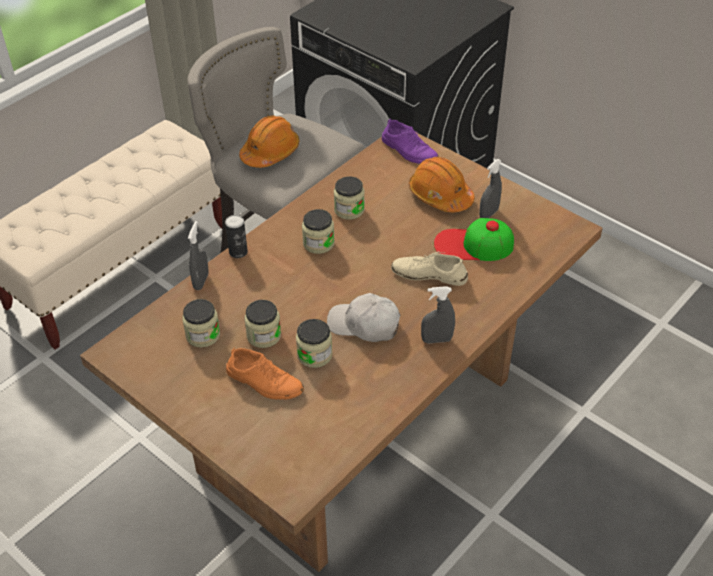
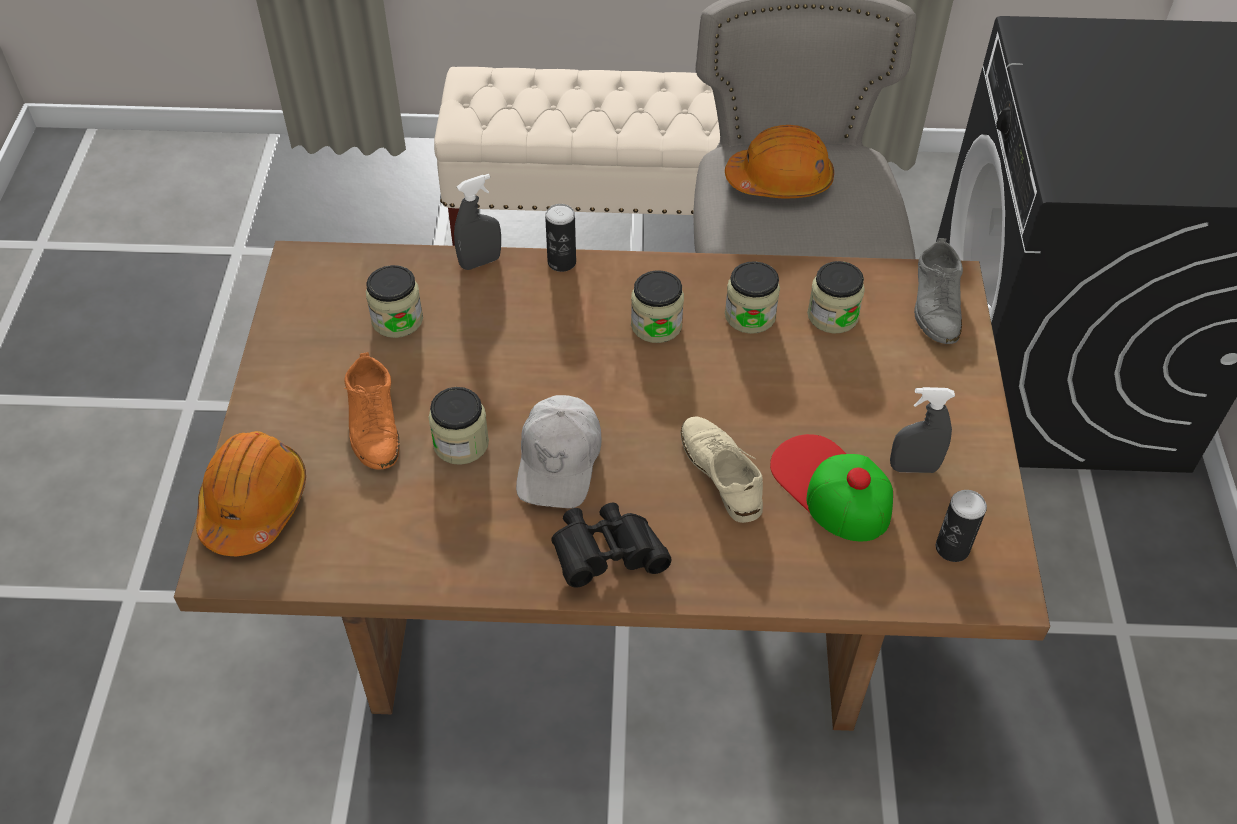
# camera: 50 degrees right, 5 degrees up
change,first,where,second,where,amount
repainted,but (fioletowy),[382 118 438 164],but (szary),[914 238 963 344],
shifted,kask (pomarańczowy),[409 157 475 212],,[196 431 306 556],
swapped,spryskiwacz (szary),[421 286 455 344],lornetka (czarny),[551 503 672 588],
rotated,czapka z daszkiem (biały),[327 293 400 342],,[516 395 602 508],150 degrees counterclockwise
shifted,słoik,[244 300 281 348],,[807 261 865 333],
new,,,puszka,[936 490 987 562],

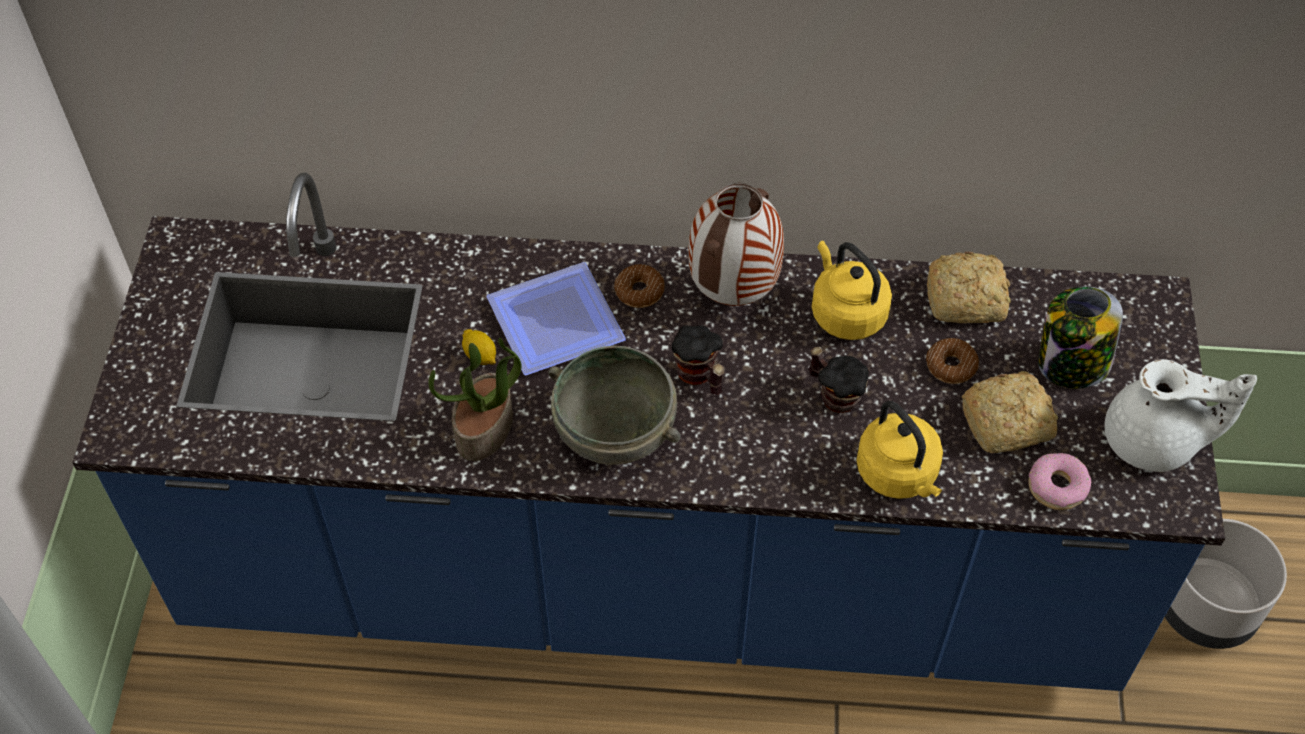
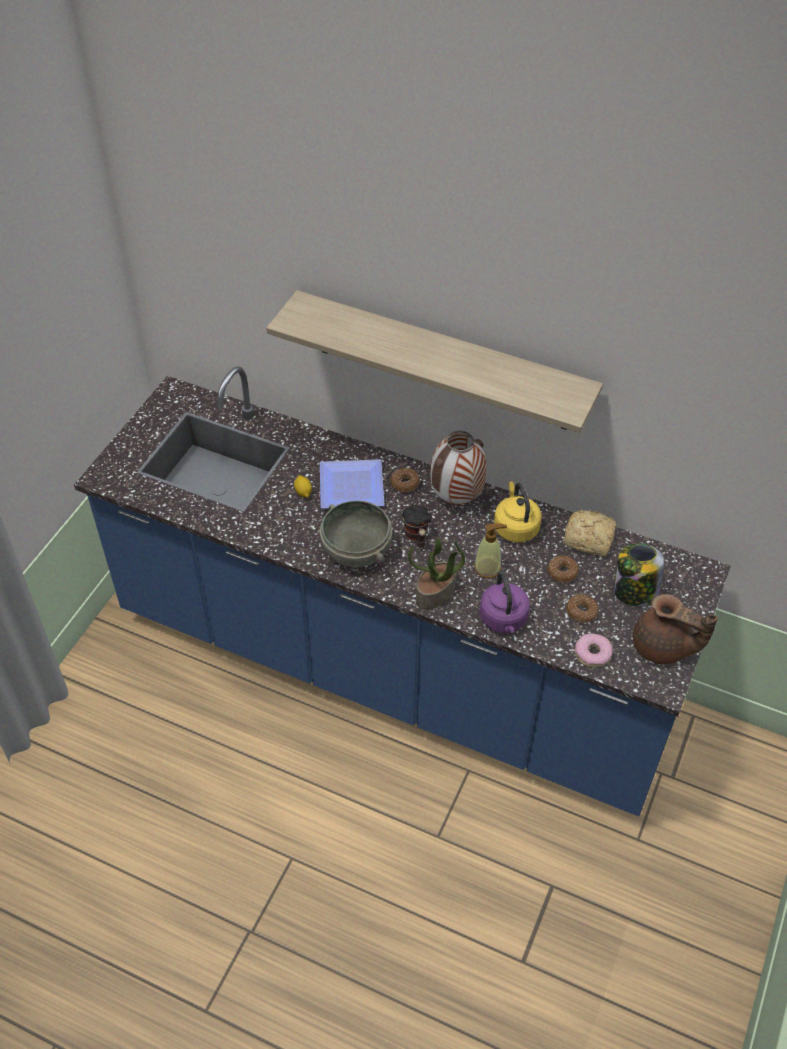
# camera: 20 degrees right, 5 degrees down
change,first,where,second,where,amount
shifted,roślina doniczkowa,[428 338 522 461],,[408 538 465 609],
swapped,kubek,[808 347 869 413],dozownik mydła,[474 523 507 578],
repainted,imbryk (biały),[1105 359 1257 472],imbryk (brązowy),[633 594 718 665],
swapped,chleb,[962 371 1058 453],donut,[566 594 599 623],
repainted,czajnik (żółty),[856 401 943 499],czajnik (fioletowy),[479 571 530 634],
gone,donica (szary),[1165 519 1287 649],,,
new,,,półka,[266 290 603 433],

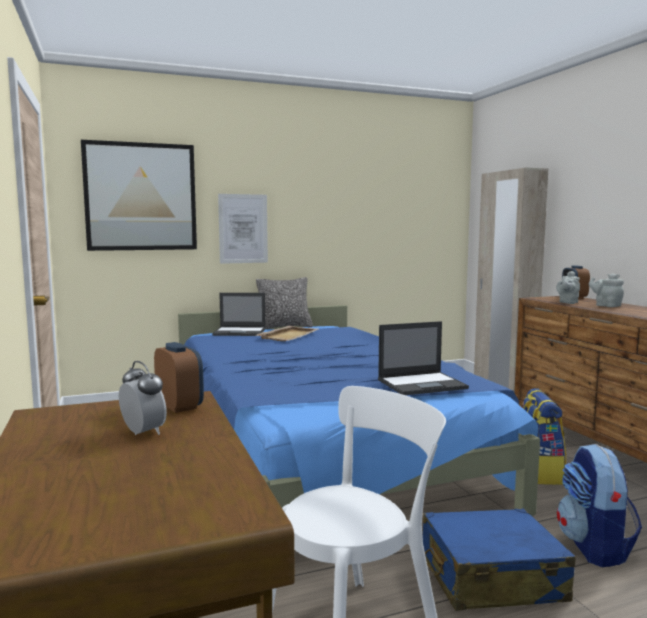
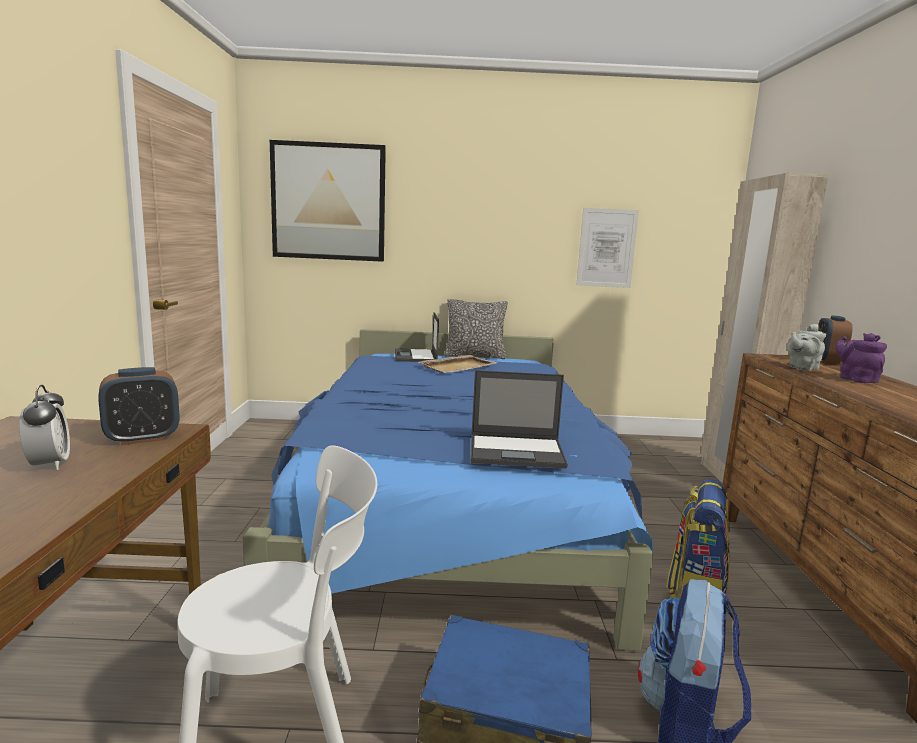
# camera: 20 degrees right, 5 degrees up
change,first,where,second,where,amount
shifted,obraz,[218 194 268 264],,[576 208 639 288],
repainted,imbryk (szary),[589 273 624 307],imbryk (fioletowy),[835 333 887 383],
rotated,laptop,[212 293 266 336],,[395 312 439 362],60 degrees clockwise
rotated,budzik,[154 342 204 413],,[98 367 180 445],75 degrees clockwise

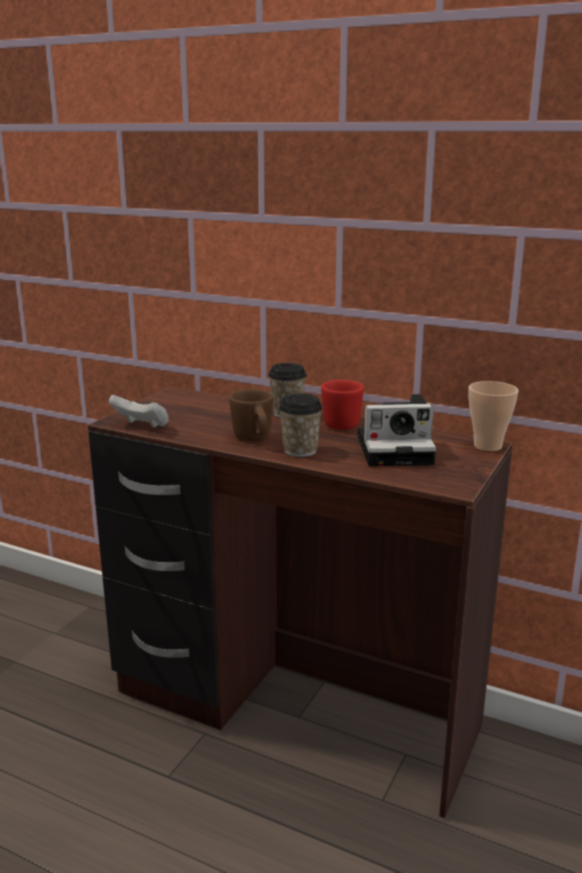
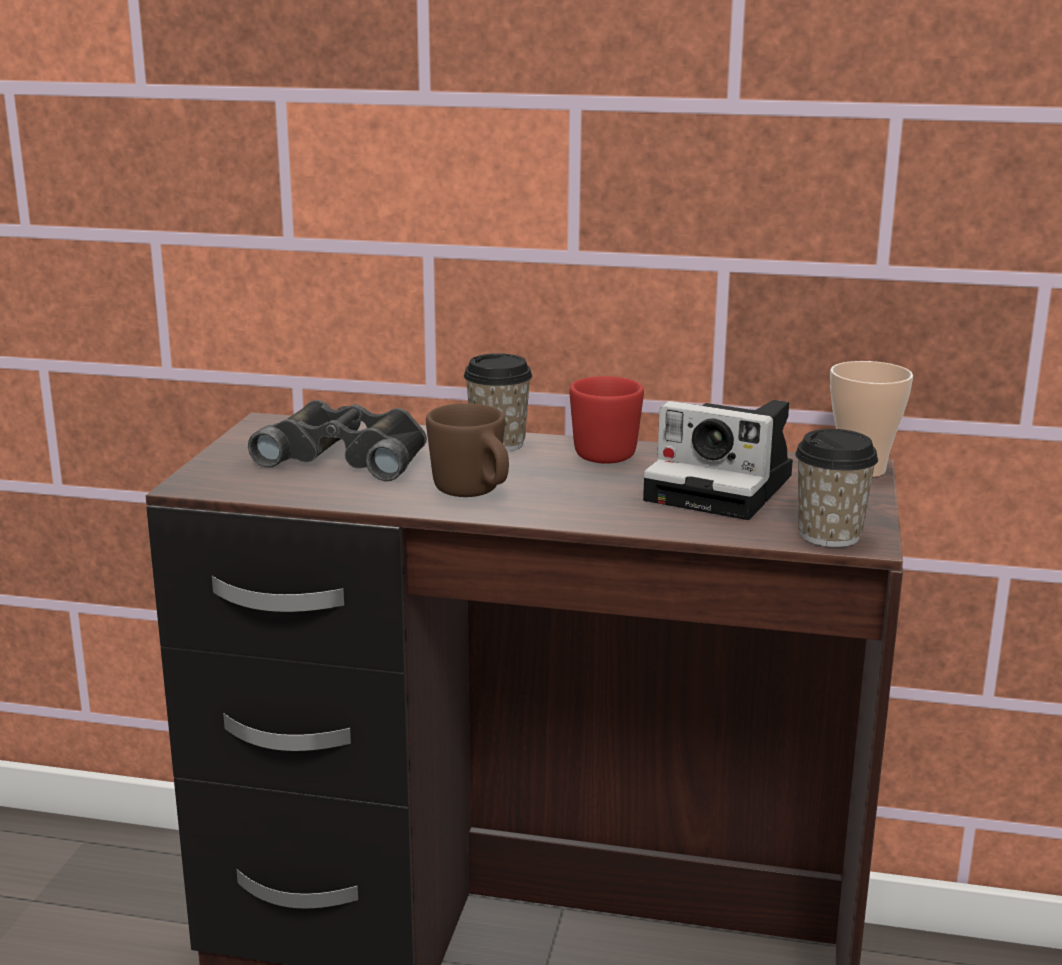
# camera: 15 degrees left, 0 degrees up
change,first,where,second,where,amount
shifted,filiżanka,[279 393 323 457],,[795 429 878 547],
rotated,aparat fotograficzny,[358 394 436 466],,[643 400 793 520],45 degrees clockwise
gone,pad do gier (biały),[108 395 169 428],,,
new,,,lornetka (czarny),[248 400 427 481],

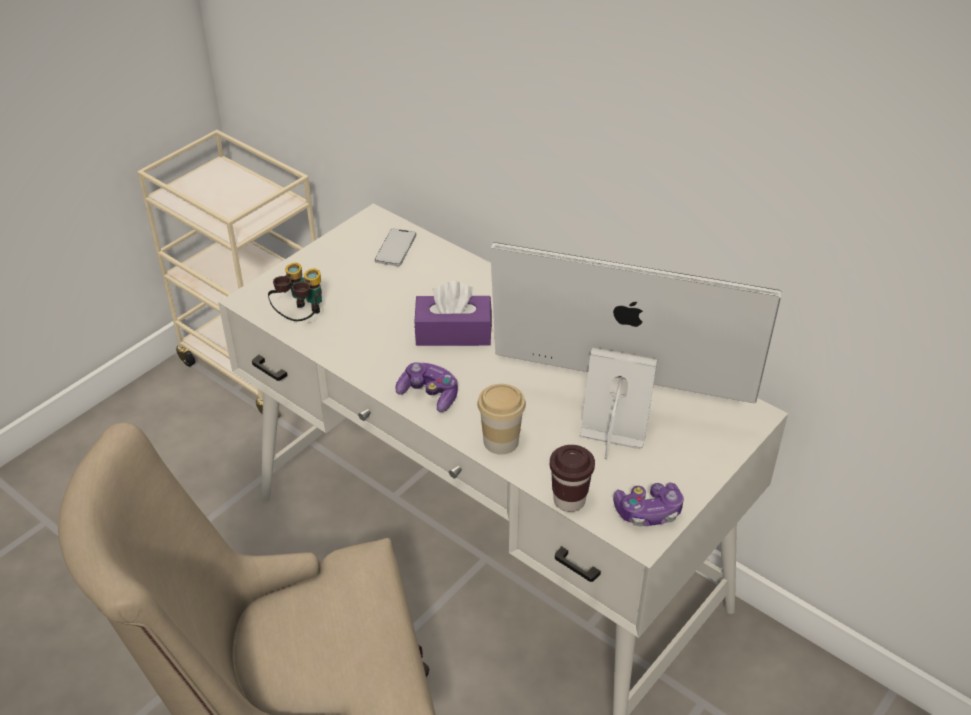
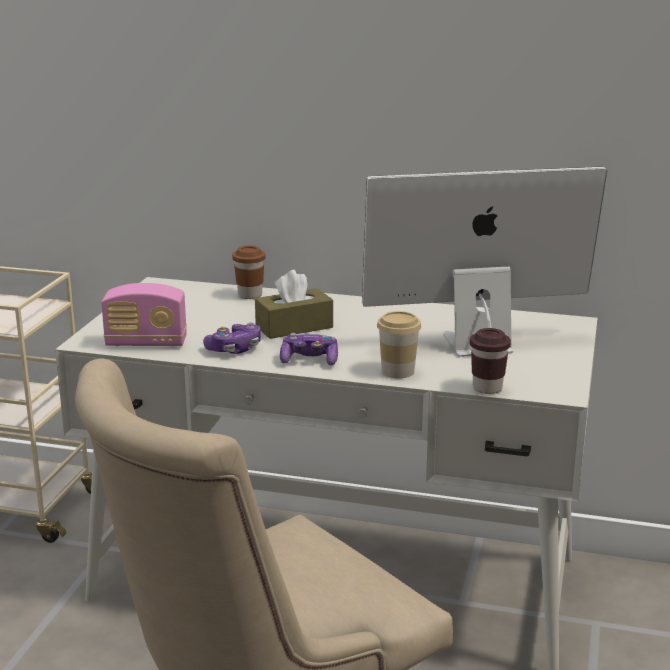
# camera: 25 degrees left, 20 degrees down
change,first,where,second,where,amount
gone,telefon,[375 228 416 266],,,
swapped,lornetka,[268 263 322 321],radio,[101 283 187 346],
repainted,pudełko chusteczek (fioletowy),[414 281 492 346],pudełko chusteczek (brązowy),[255 270 333 339],
shifted,pad do gier,[613 482 684 527],,[203 322 261 354],
new,,,filiżanka (brązowy),[232 245 266 299],

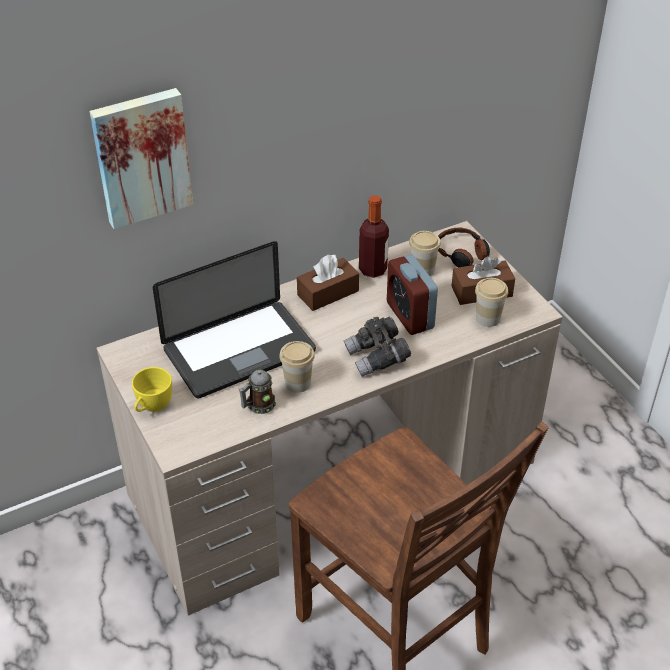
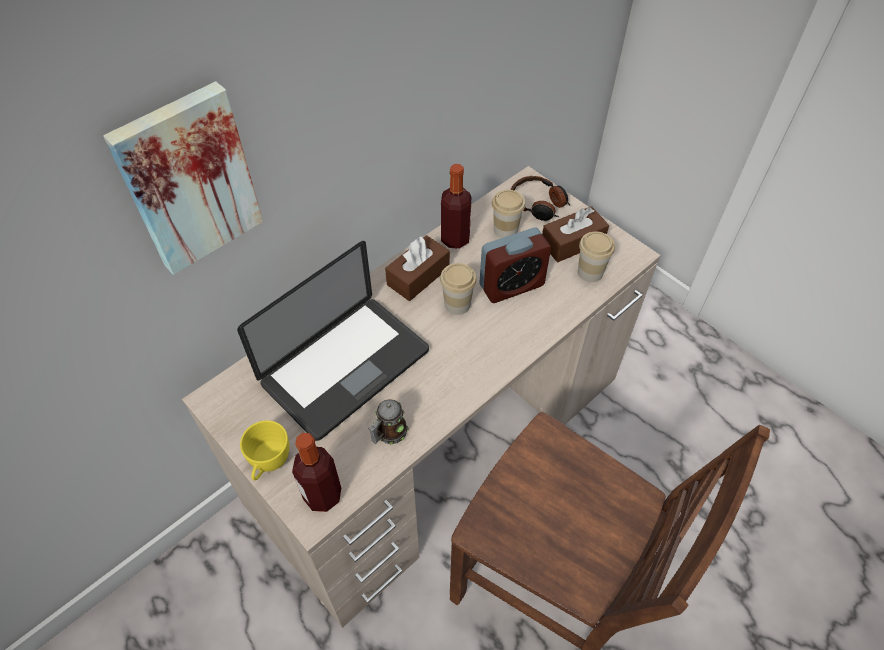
# camera: 15 degrees left, 10 degrees up
change,first,where,second,where,amount
rotated,budzik,[387 254 438 335],,[480 227 551 303],75 degrees counterclockwise
gone,lornetka (szary),[344 316 411 377],,,
shifted,filiżanka,[279 341 315 393],,[440 263 477 315],
new,,,butelka,[292 433 341 512],

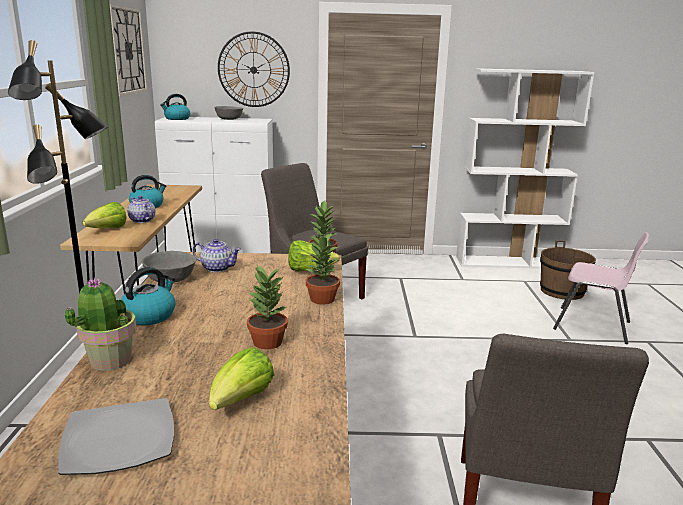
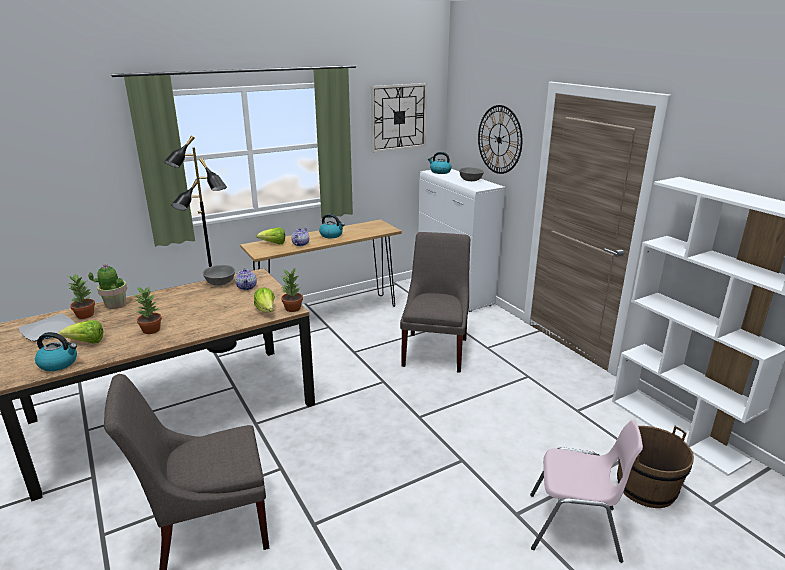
# camera: 60 degrees right, 5 degrees up
change,first,where,second,where,amount
rotated,krzesło (różowy),[553 232 649 344],,[530 420 643 563],75 degrees counterclockwise
shifted,roślina doniczkowa,[305 233 340 304],,[68 273 95 319],
shifted,czajnik,[121 267 175 325],,[35 332 77 371],

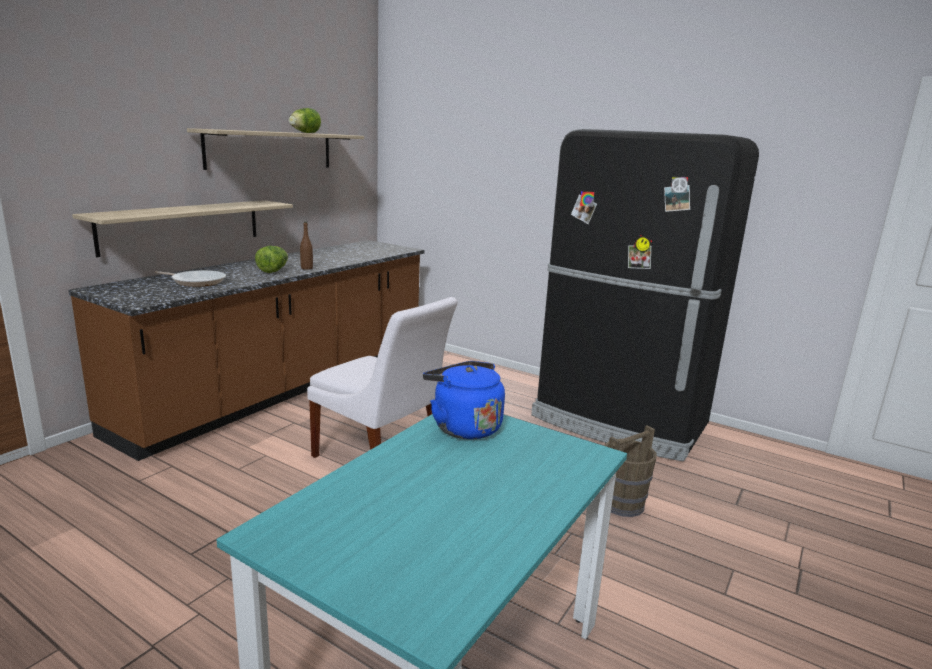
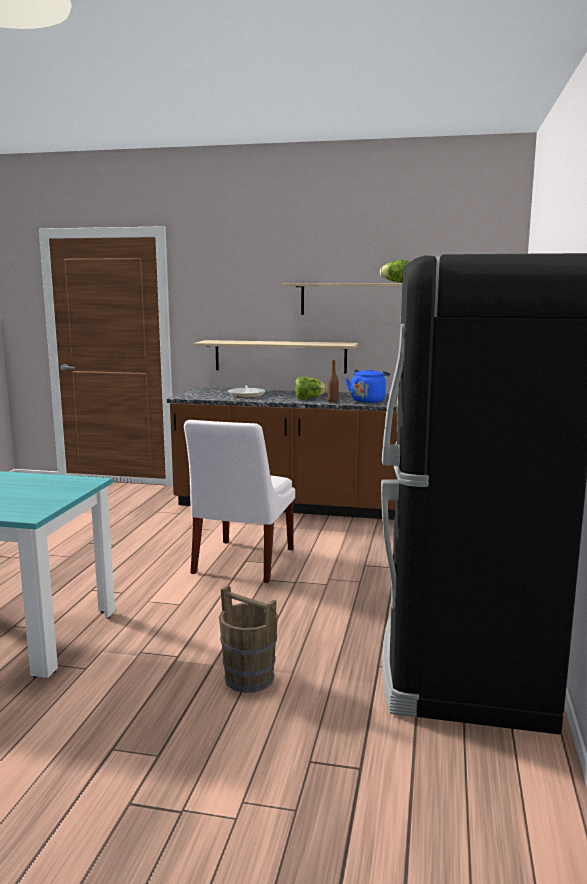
# camera: 70 degrees right, 5 degrees down
change,first,where,second,where,amount
shifted,czajnik (niebieski),[423 361 505 439],,[346 368 390 403],

